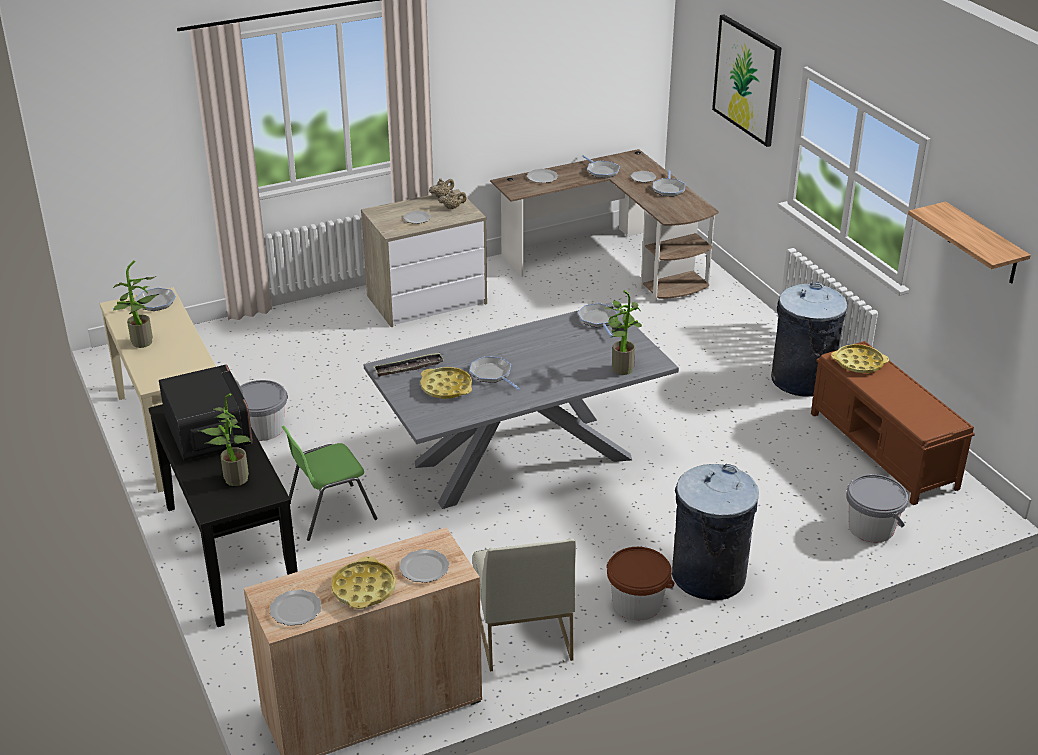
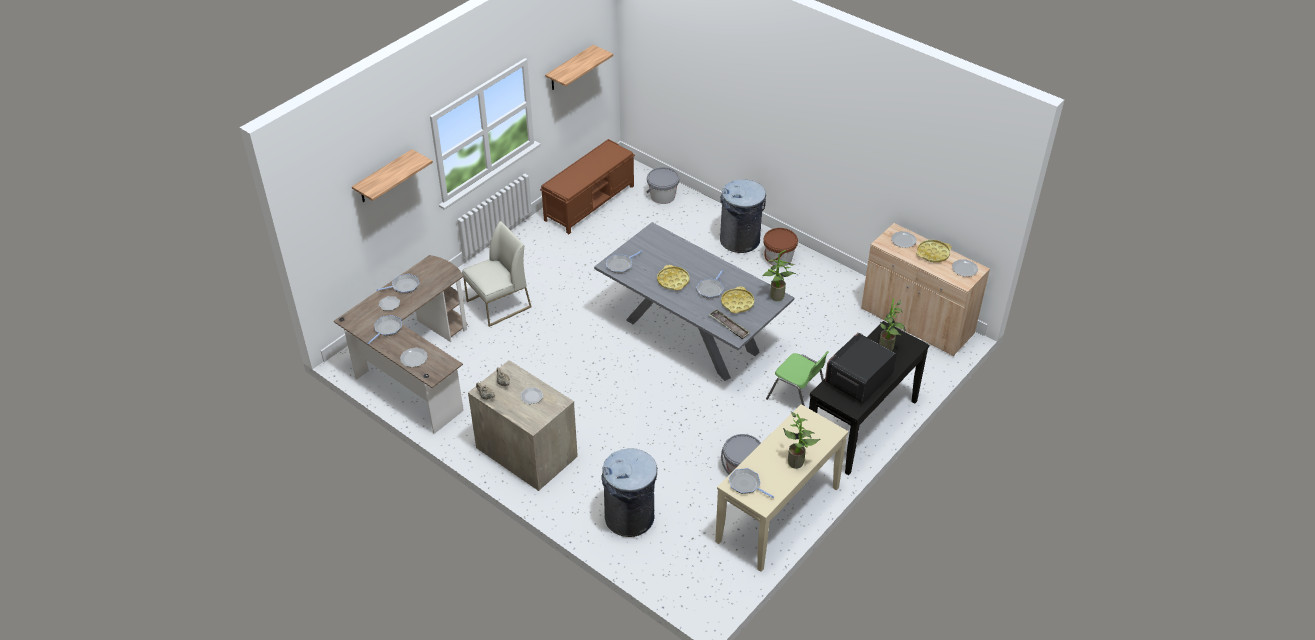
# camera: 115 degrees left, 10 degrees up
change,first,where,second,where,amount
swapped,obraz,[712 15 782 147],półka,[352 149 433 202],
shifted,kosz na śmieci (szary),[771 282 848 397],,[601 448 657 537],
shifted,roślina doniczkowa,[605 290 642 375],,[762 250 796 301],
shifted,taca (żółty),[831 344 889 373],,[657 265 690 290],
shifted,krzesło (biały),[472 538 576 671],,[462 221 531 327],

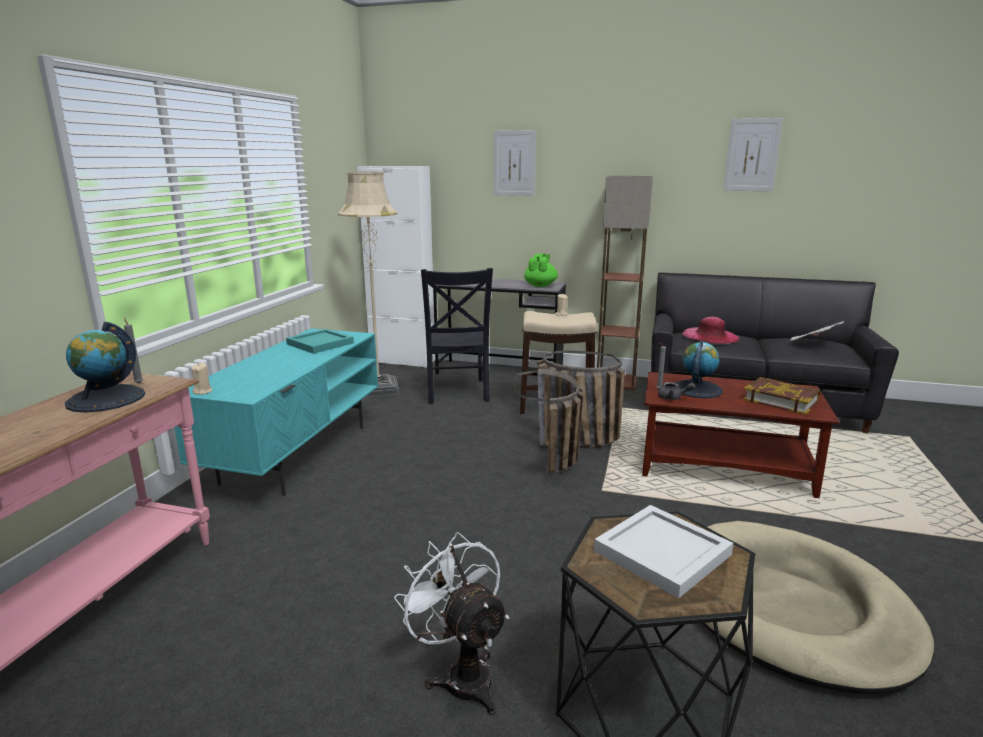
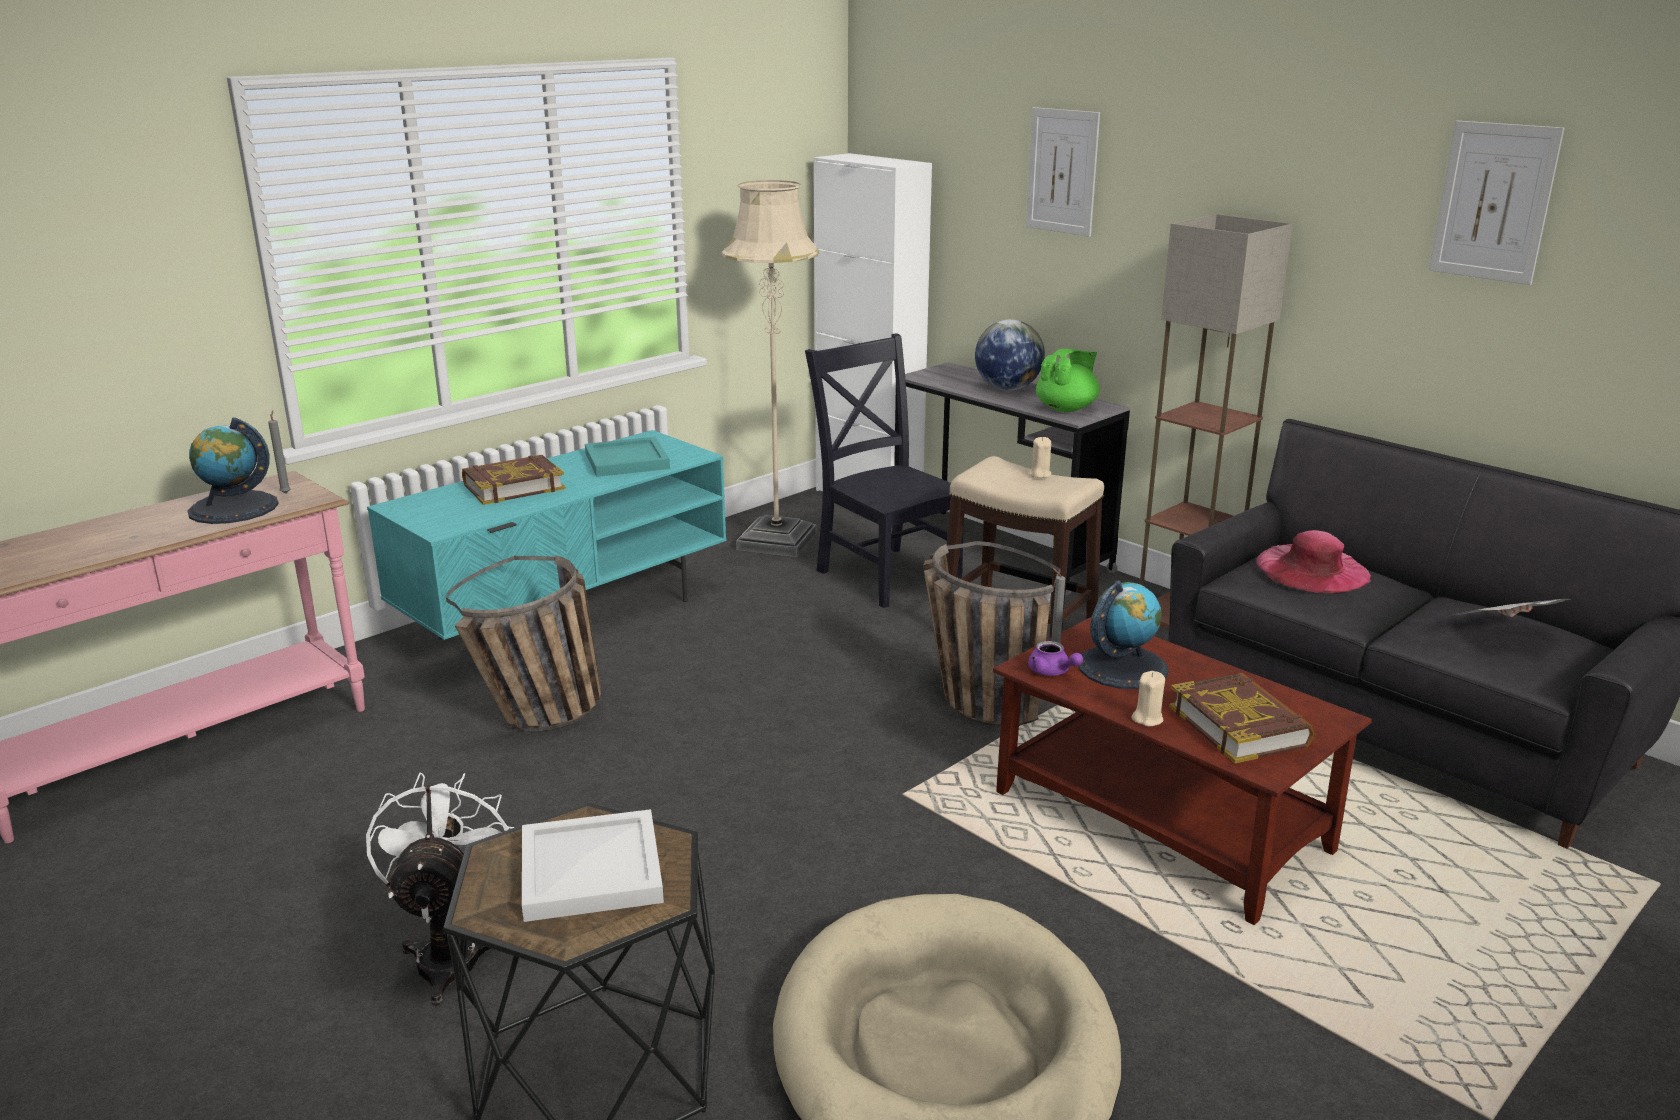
# camera: 30 degrees right, 5 degrees up
change,first,where,second,where,amount
rotated,krzesło (czarny),[421 268 493 404],,[805 333 964 608],120 degrees clockwise
shifted,świeca (beżowy),[191 363 212 395],,[1132 671 1165 726],
shifted,koszyk,[514 369 583 475],,[446 555 601 732],
repainted,imbryk (szary),[658 382 696 400],imbryk (fioletowy),[1028 641 1083 676],
new,,,globus,[975 319 1045 390],
new,,,książka,[462 455 566 505],

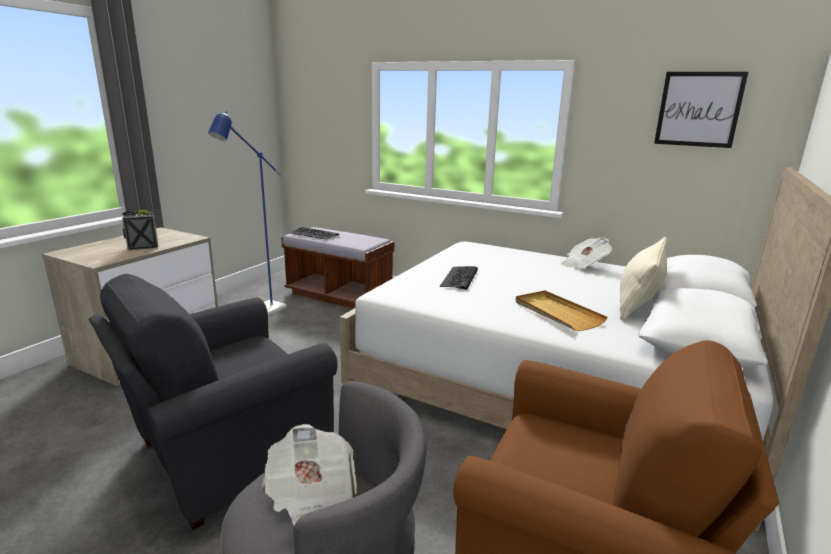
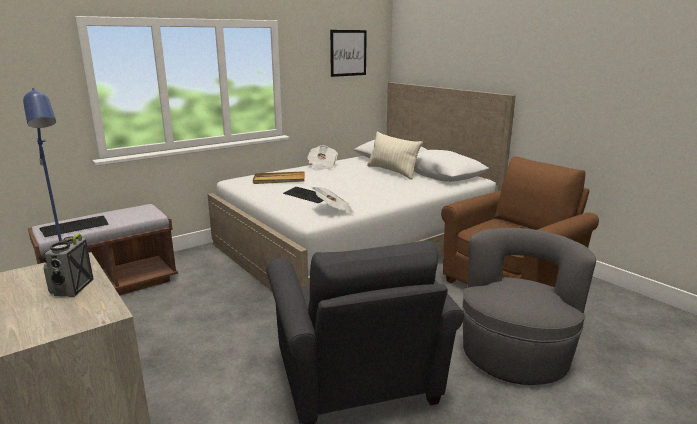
# camera: 65 degrees left, 0 degrees up
change,first,where,second,where,amount
shifted,taca (beżowy),[516 291 608 331],,[253 171 305 184],
shifted,gazeta,[262 424 357 525],,[311 187 355 213],

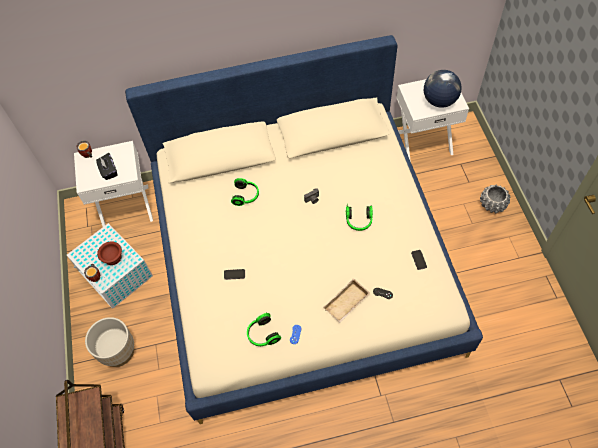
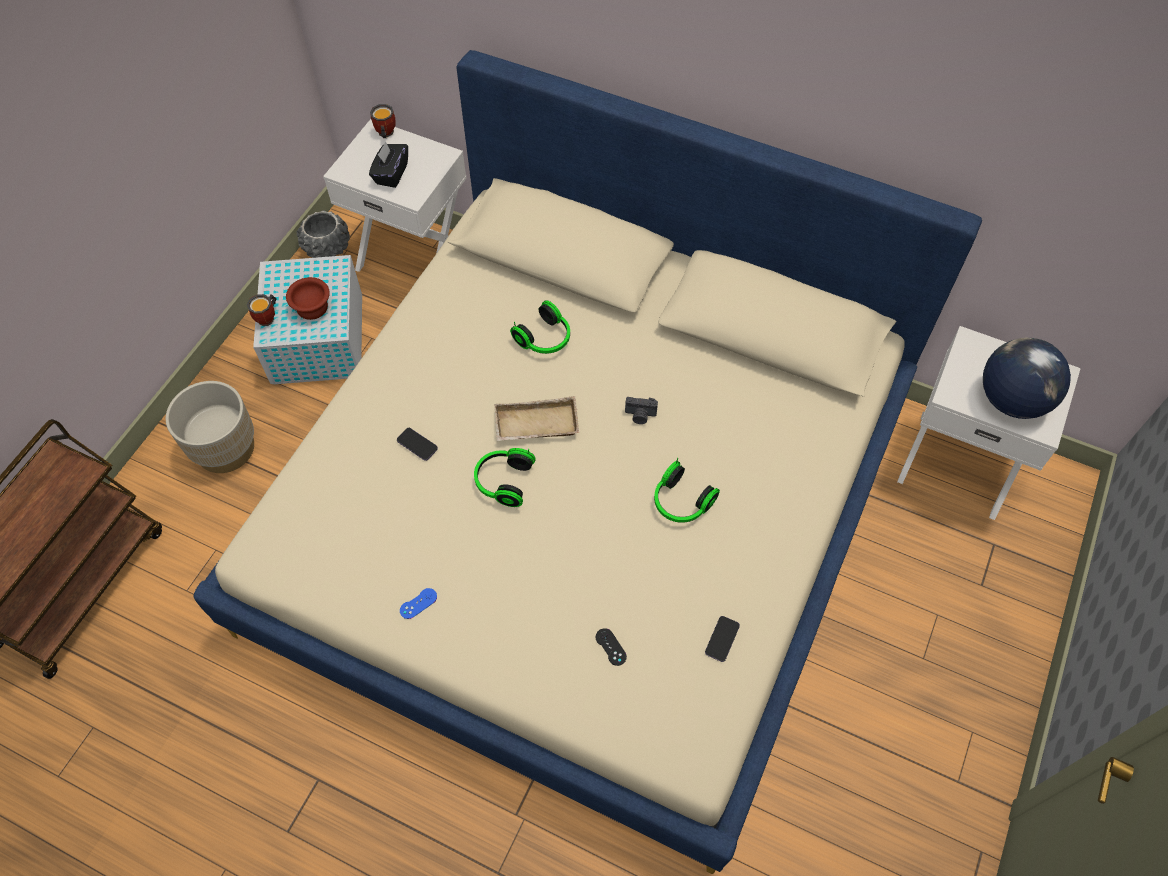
# camera: 35 degrees right, 0 degrees up
change,first,where,second,where,amount
shifted,donica (szary),[480 184 510 213],,[297 210 350 258],
shifted,taca (beżowy),[323 278 370 323],,[494 396 579 441],
shifted,słuchawki,[247 312 281 346],,[474 448 536 507],

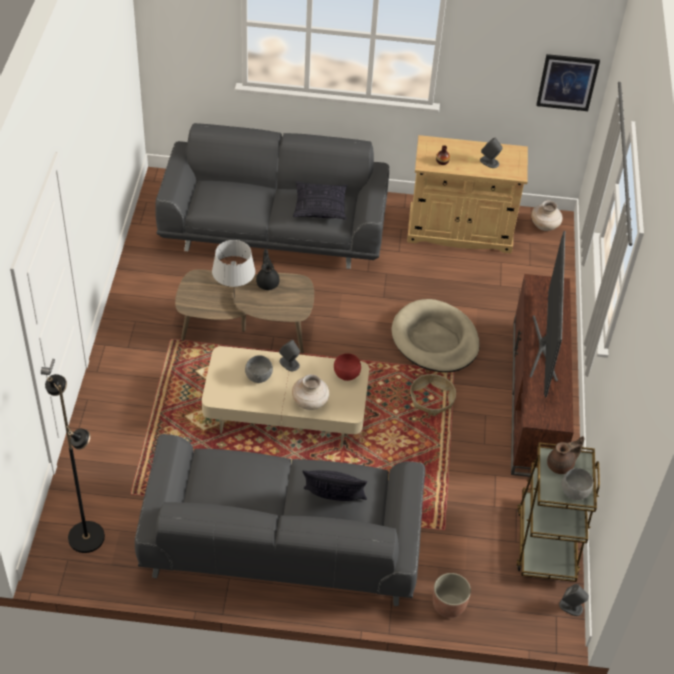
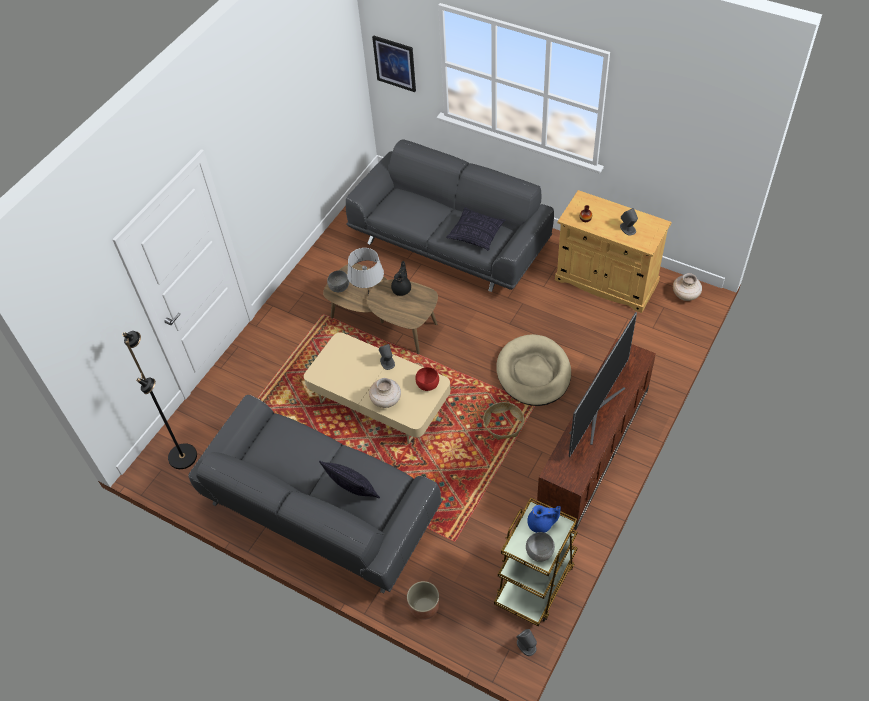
# camera: 30 degrees right, 5 degrees up
change,first,where,second,where,amount
shifted,obraz,[536 54 600 111],,[372 35 416 92],
shifted,miska (szary),[245 355 273 383],,[327 270 349 292],
repainted,imbryk (brązowy),[547 436 585 474],imbryk (niebieski),[527 505 561 533],

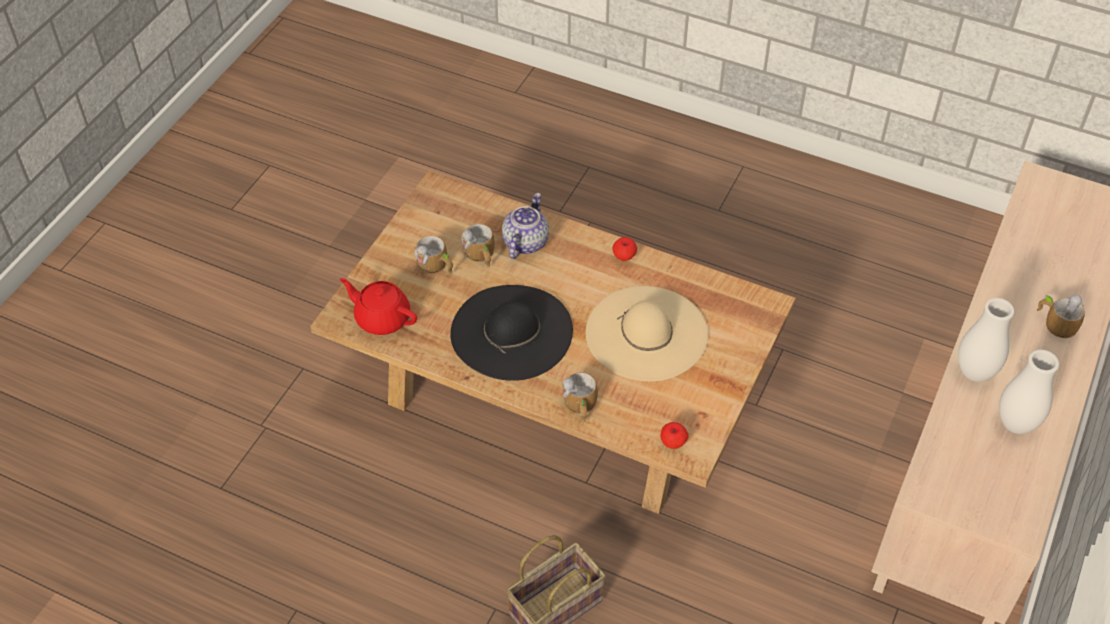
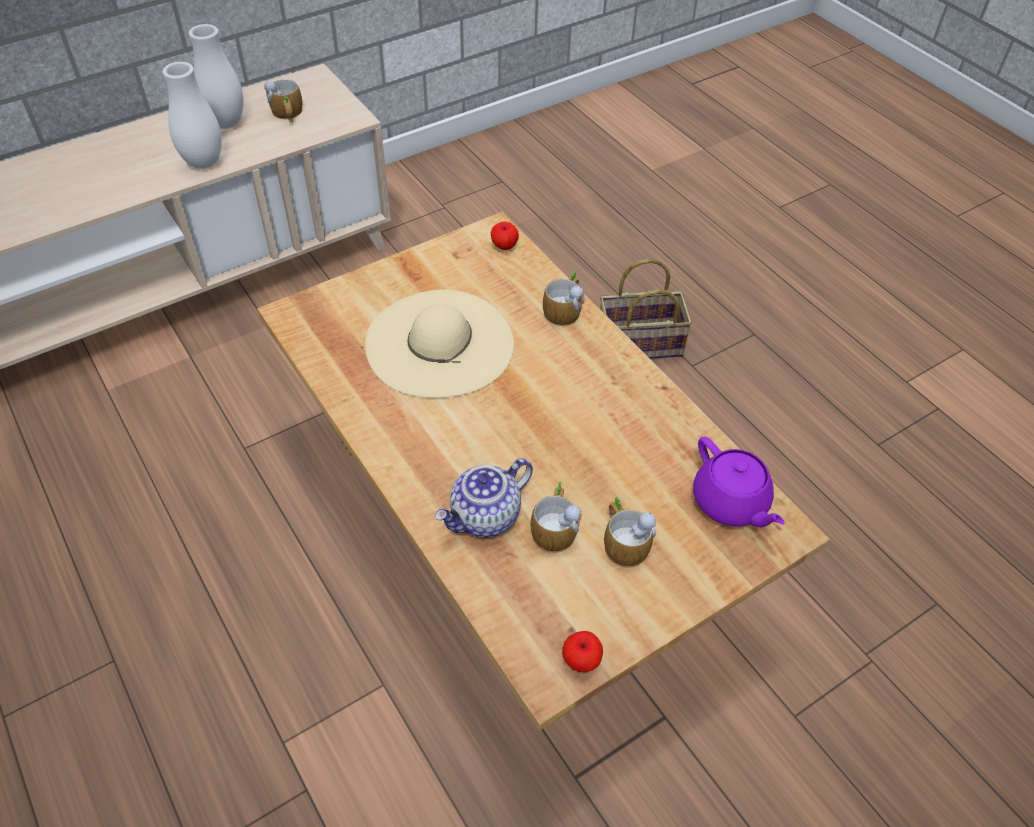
# camera: 150 degrees left, 0 degrees up
change,first,where,second,where,amount
shifted,jabłko,[613 237 637 261],,[562 631 603 672],
repainted,imbryk (czerwony),[340 278 417 335],imbryk (fioletowy),[693 437 785 528],
gone,kapelusz (czarny),[450 285 573 381],,,
shifted,kubek,[1037 294 1085 338],,[264 79 302 123],

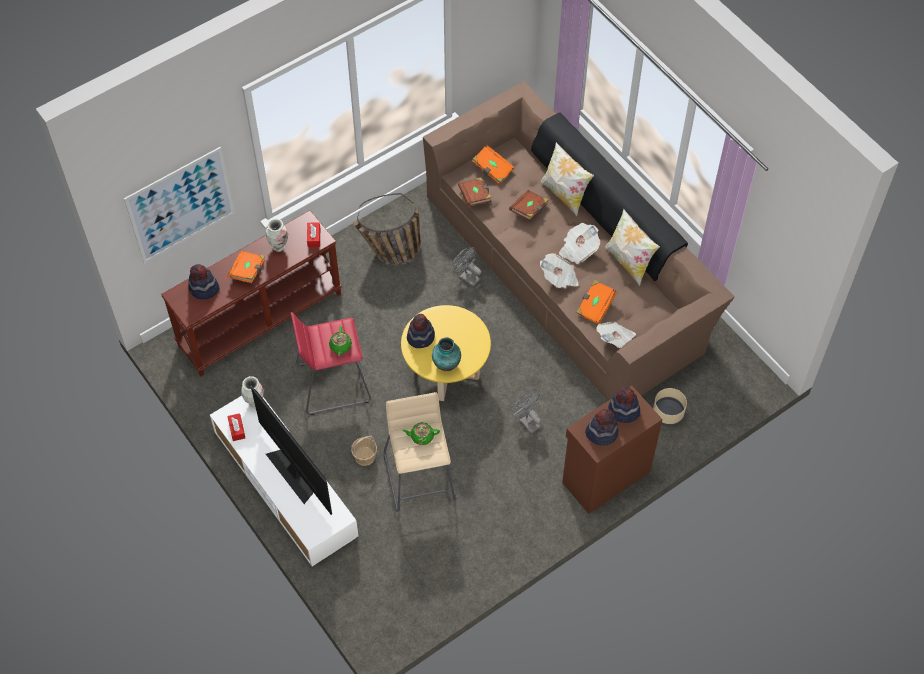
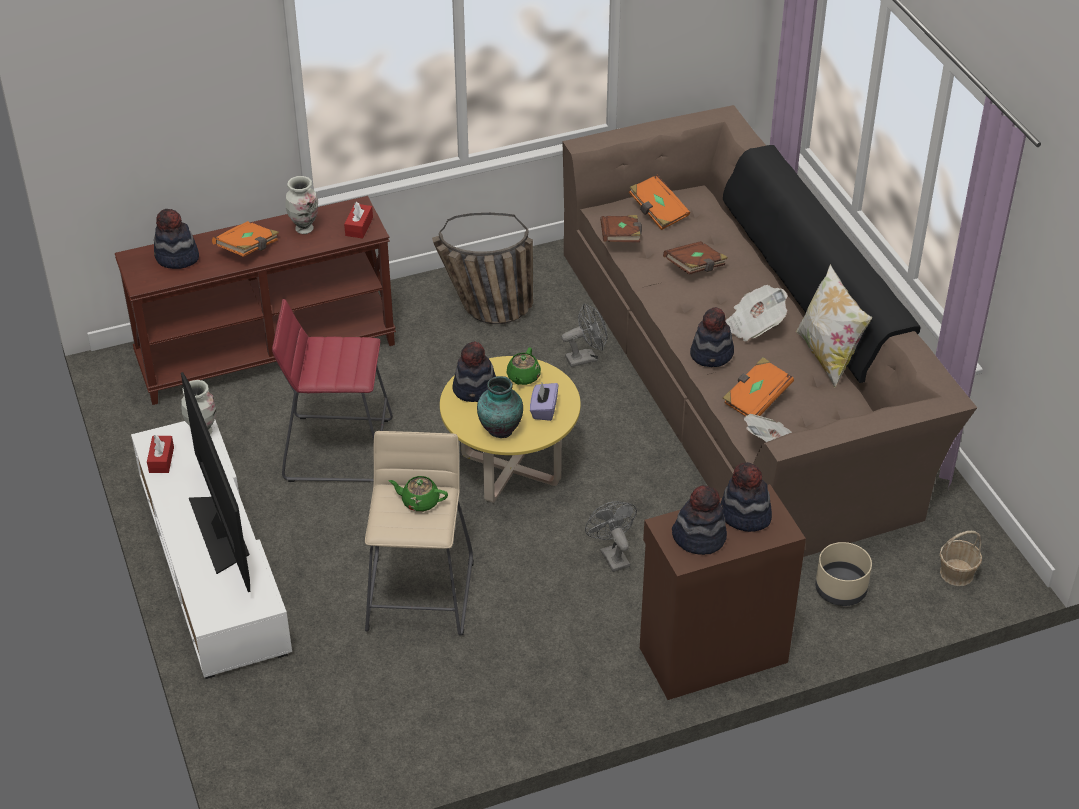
# camera: 15 degrees right, 15 degrees down
change,first,where,second,where,amount
gone,poduszka,[540 142 594 216],,,
gone,obraz,[124 147 235 263],,,
rotated,wentylator (szary),[453 247 482 287],,[561 304 607 367],105 degrees clockwise
swapped,gazeta,[540 253 579 289],kapelusz,[690 307 734 367],
shifted,imbryk (zielony),[329 326 352 355],,[506 348 541 385],
shifted,koszyk,[351 436 377 466],,[940 531 982 586],
new,,,pudełko chusteczek (fioletowy),[530 383 558 421],

